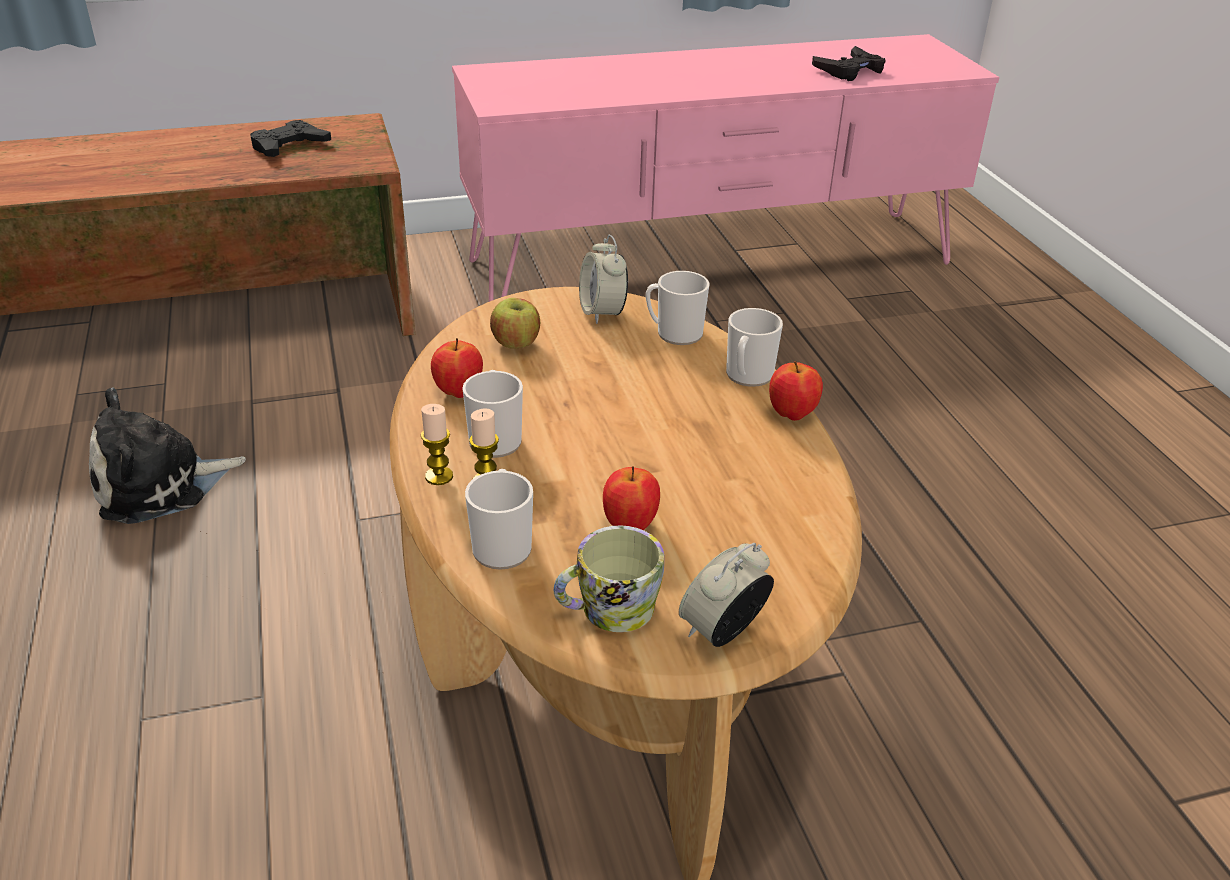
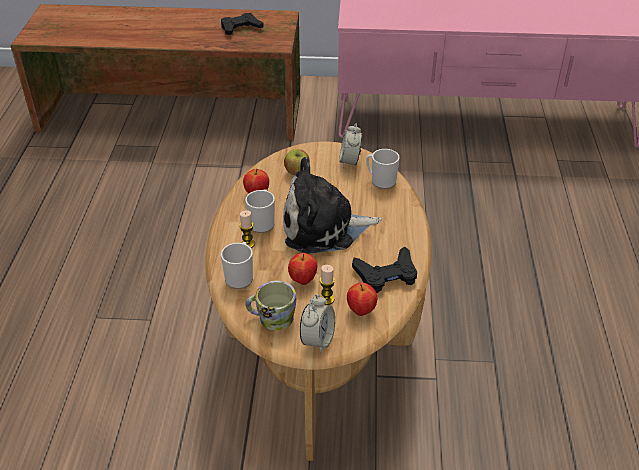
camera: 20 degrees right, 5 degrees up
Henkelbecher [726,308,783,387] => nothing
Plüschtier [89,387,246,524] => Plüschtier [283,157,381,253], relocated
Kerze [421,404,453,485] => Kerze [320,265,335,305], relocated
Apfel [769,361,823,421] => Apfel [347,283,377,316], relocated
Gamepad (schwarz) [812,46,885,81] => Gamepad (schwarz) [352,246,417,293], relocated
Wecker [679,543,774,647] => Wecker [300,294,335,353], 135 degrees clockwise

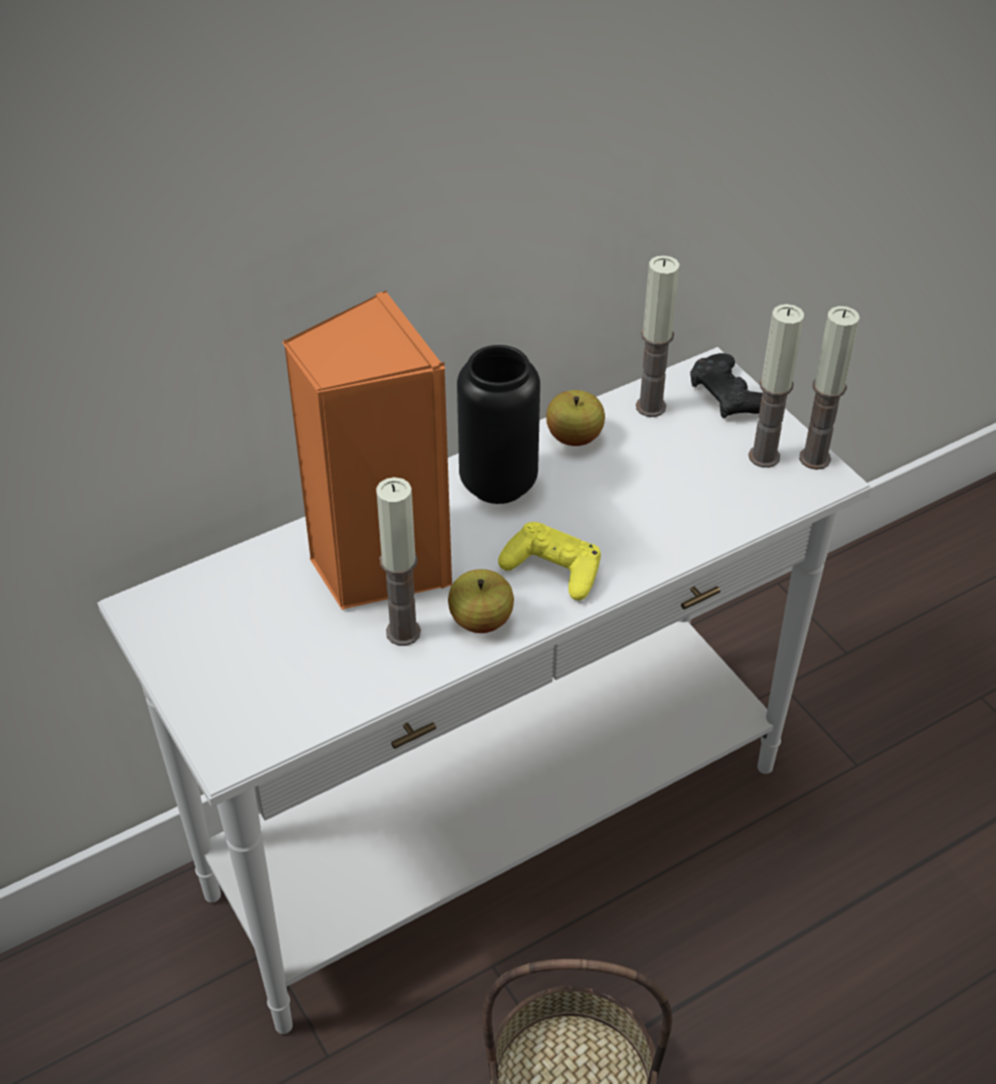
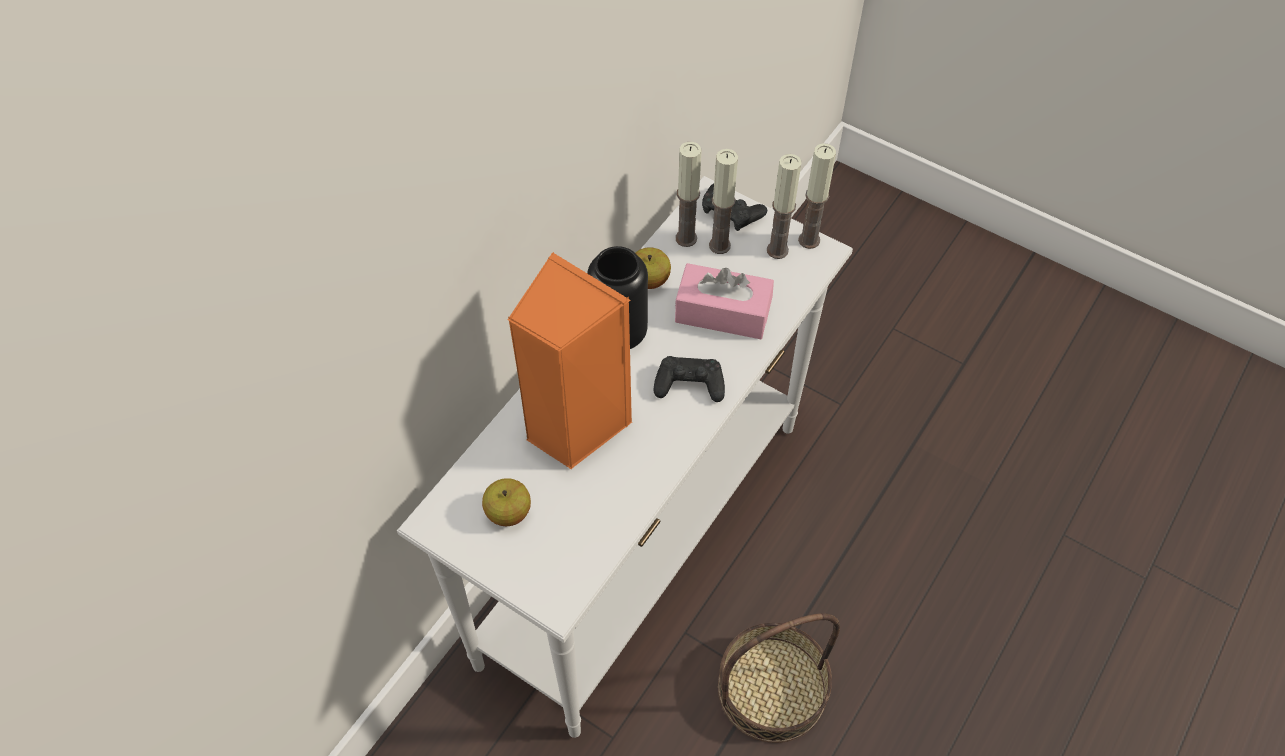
camera: 25 degrees left, 10 degrees up
nothing => Taschentuchbox (rosa) [675,263,774,339]
Kerze [376,477,421,646] => Kerze [709,149,738,254], relocated
Apfel [448,569,514,633] => Apfel [482,478,531,526], relocated
Gamepad (gelb) [498,522,601,600] => Gamepad (schwarz) [654,356,725,402]

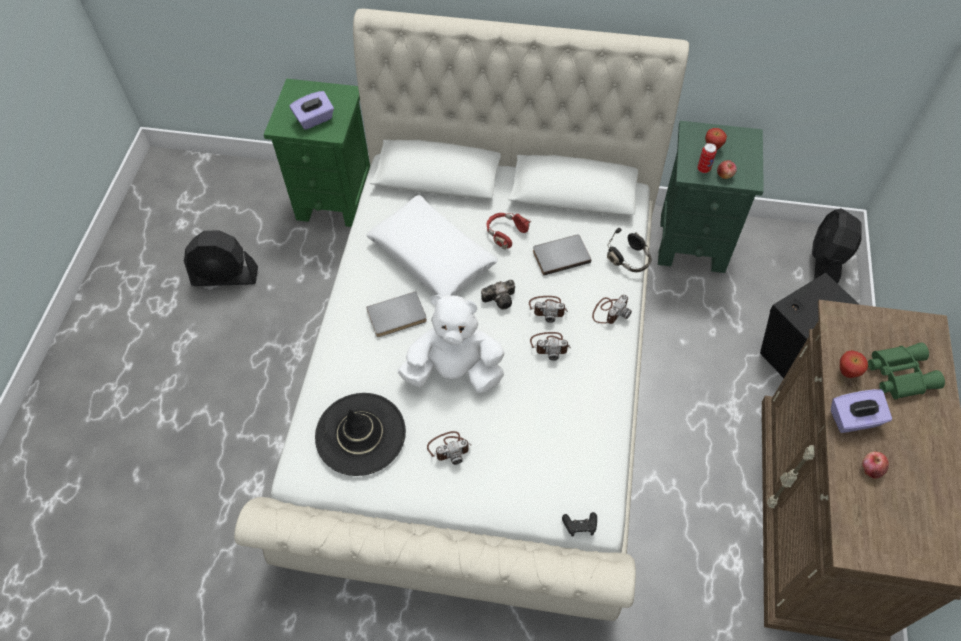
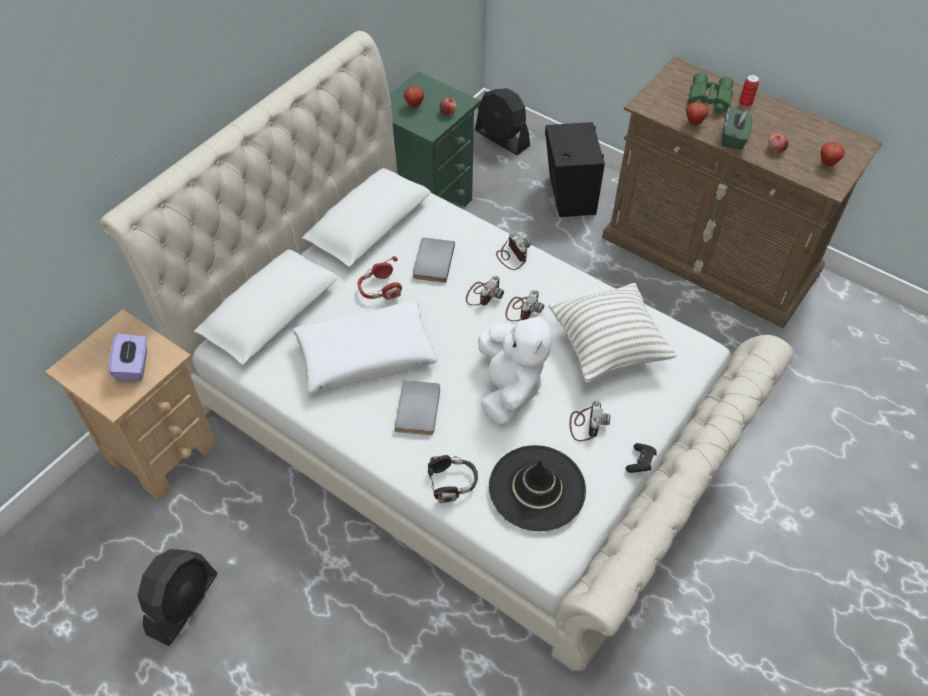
camera: 65 degrees left, 5 degrees down
Kamera [481,280,515,309] => nothing
nothing => Kissen [548,283,677,383]
nothing => Apfel [821,142,845,166]
Gamepad (schwarz) [562,512,597,537] => Gamepad (schwarz) [626,443,657,473], relocated
Kopfhörer (schwarz) [607,228,652,272] => Kopfhörer (schwarz) [428,455,478,503], relocated
Dose [697,143,717,173] => Dose [739,74,759,107], relocated
Nachttisch (grün) [264,79,370,227] => Nachttisch (beige) [45,309,217,501]
Taschentuchbox (lila) [831,389,892,433] => Taschentuchbox (grün) [722,106,753,150]
Plüschtier (weiß) [398,294,505,393] => Plüschtier (weiß) [478,309,551,424], 150 degrees clockwise

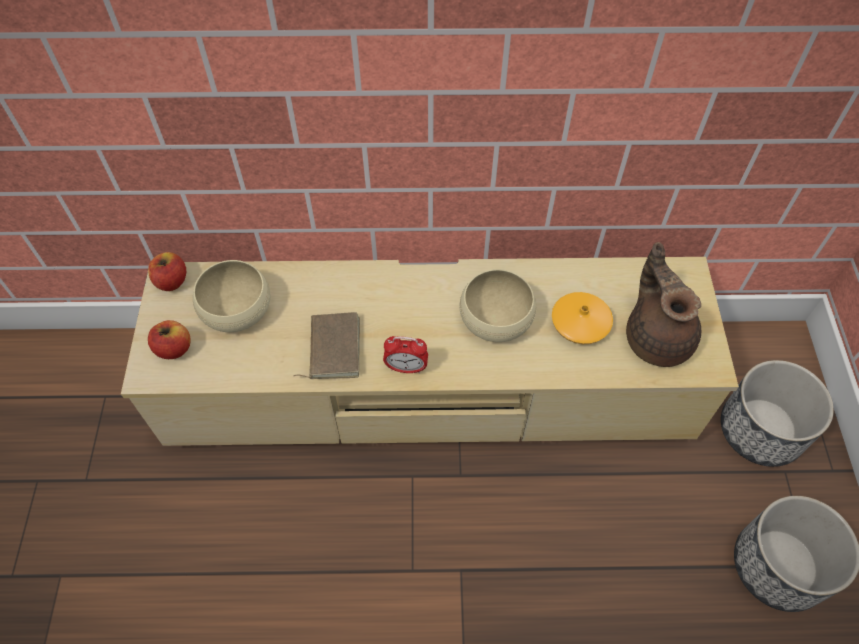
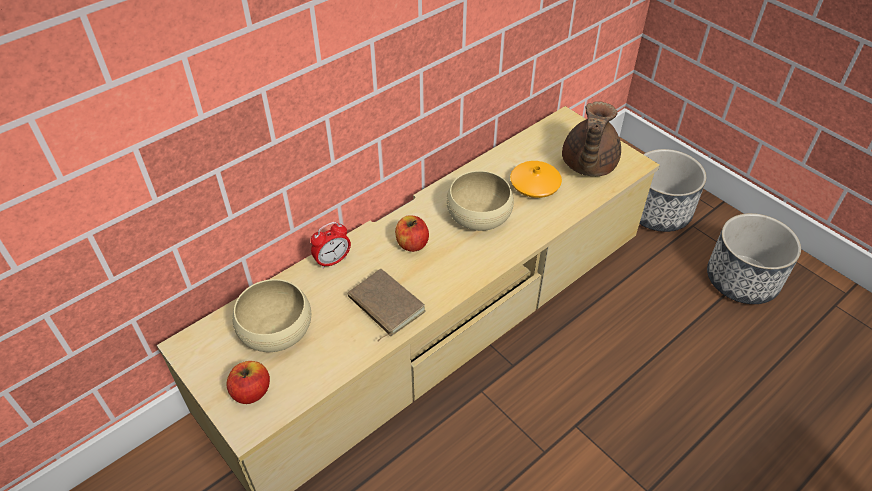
camera: 40 degrees left, 10 degrees down
Apfel [148,252,186,291] => Apfel [395,215,429,252], relocated
Wecker [383,336,428,373] => Wecker [311,222,351,269], relocated
Teekanne (braun) [626,242,701,367] => Teekanne (braun) [562,101,621,176], 105 degrees counterclockwise

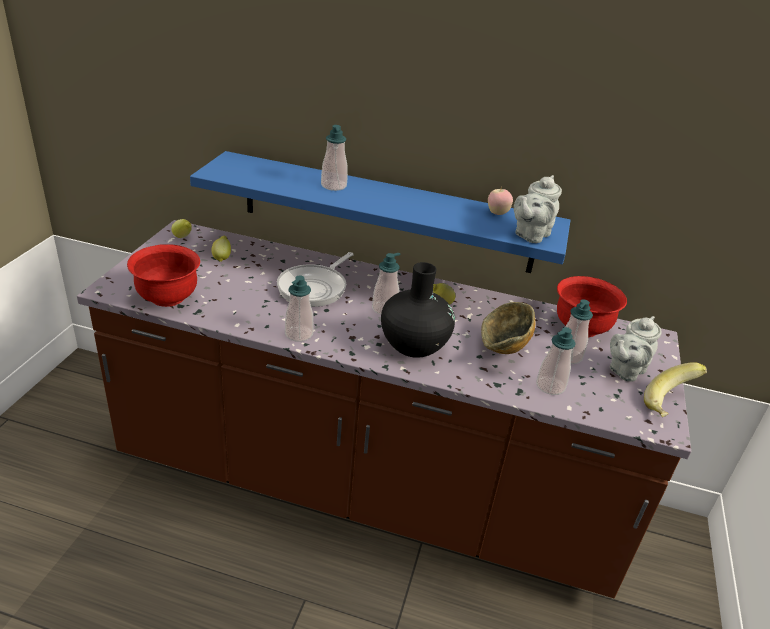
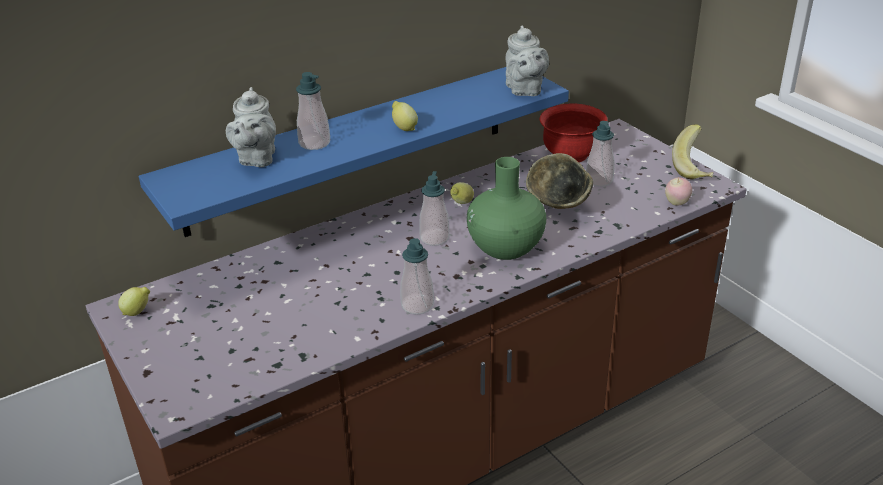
camera: 45 degrees left, 0 degrees up
Schüssel (rot) [127,244,200,307] => nothing
Pfanne [277,252,354,307] => nothing
Seifenspender [536,327,575,395] => nothing
Zitrone [212,236,231,262] => Zitrone [392,101,418,131], relocated
Apfel [488,189,513,215] => Apfel [665,178,692,205], relocated
Teekanne (grau) [610,316,662,382] => Teekanne (grau) [226,87,276,167], relocated
Vase (schwarz) [381,262,455,358] => Vase (grün) [467,157,546,260]

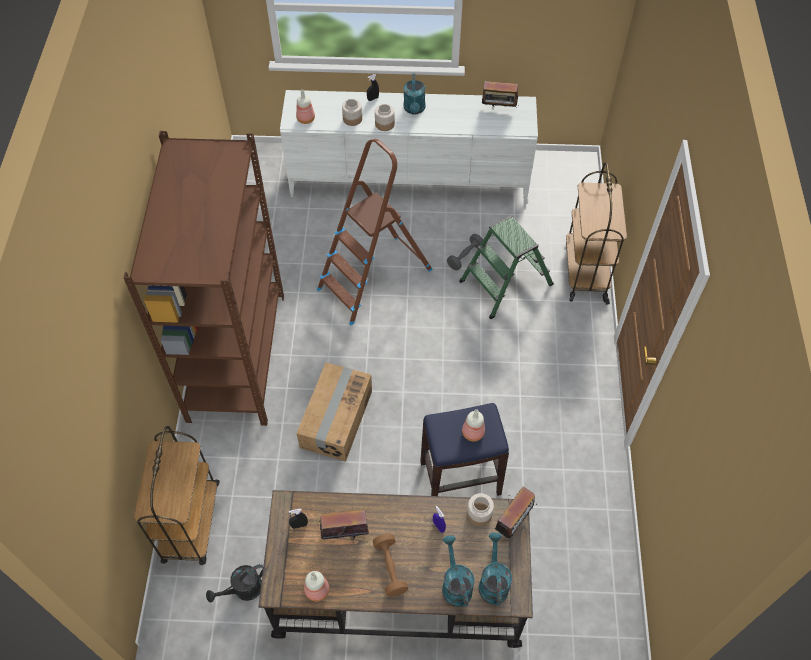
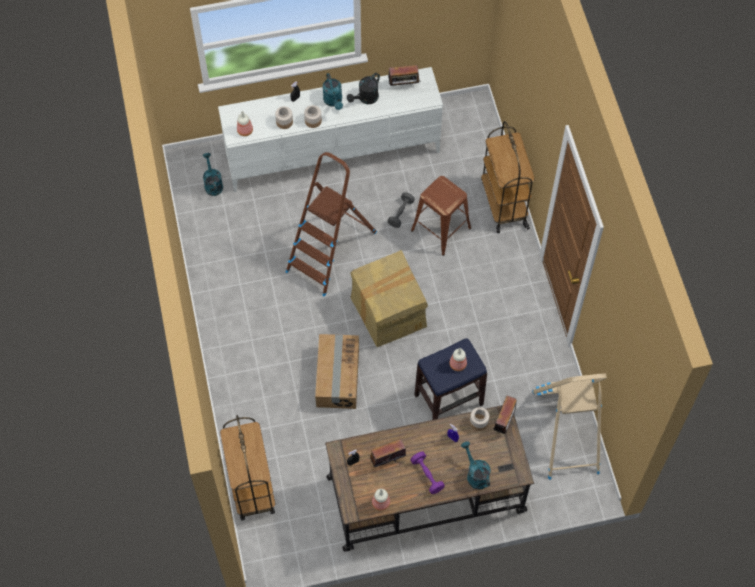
camera: 15 degrees left, 5 degrees up
Bücherregal (braun) [124,131,284,426] => nothing
nothing => Karton [350,250,428,347]
nothing => Trittleiter (beige) [532,374,607,480]
Gießkanne (schwarz) [206,564,263,602] => Gießkanne (schwarz) [347,73,380,104], relocated
Gießkanne (türkis) [479,533,512,605] => Gießkanne (türkis) [203,153,223,196], relocated
Trittleiter (grün) [459,215,554,319] => Hocker (braun) [411,176,471,256]
Hantel (braun) [373,534,408,596] => Hantel (lila) [411,451,445,494]

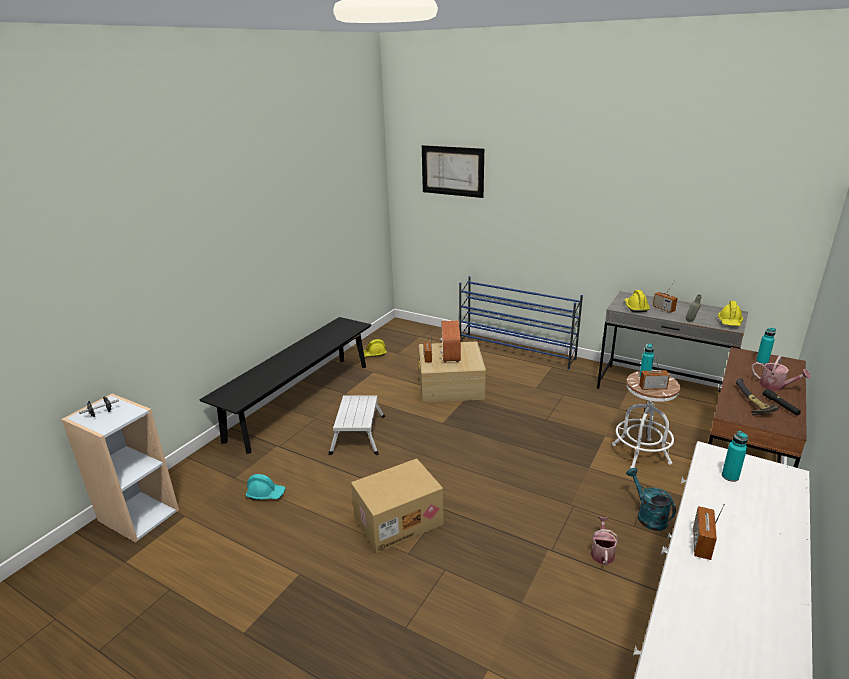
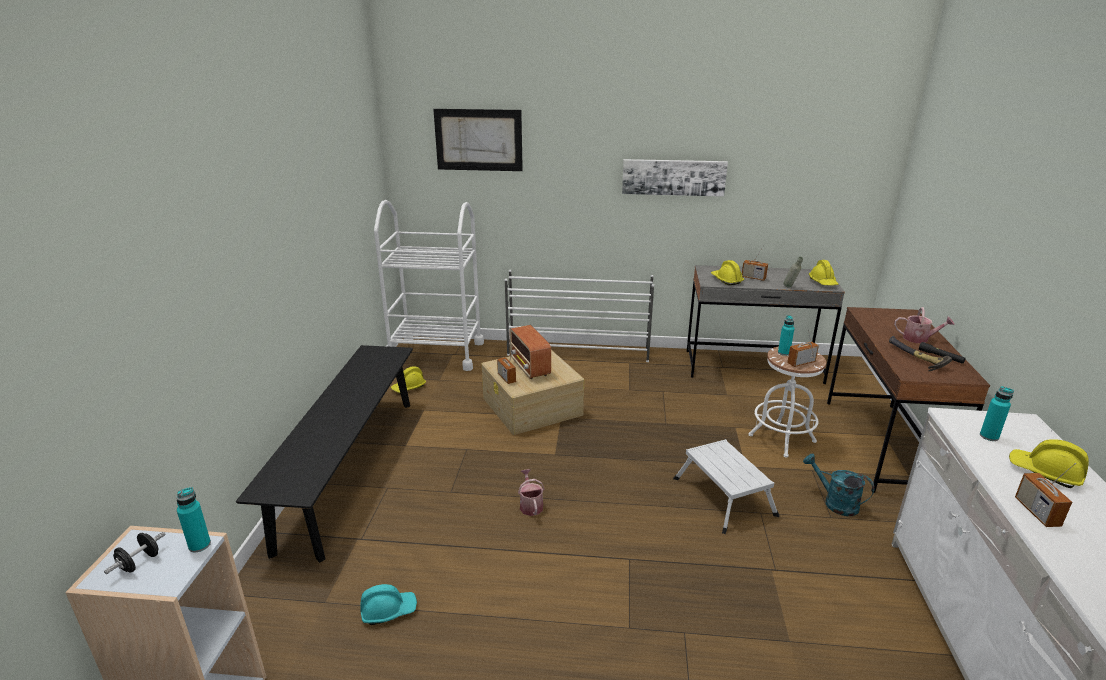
camera: 25 degrees left, 0 degrees up
Karton [351,458,444,553] => nothing
nothing => Rollwagen (weiß) [374,200,484,371]
nothing => Bild [622,159,728,197]
nothing => Schutzhelm (gelb) [1009,439,1089,488]
Trittleiter (weiß) [328,395,386,455] => Trittleiter (weiß) [673,439,780,534], relocated
Gießkanne [591,517,618,565] => Gießkanne [518,469,544,516], relocated
Flasche (türkis) [756,328,776,364] => Flasche (türkis) [176,487,211,552], relocated
Schuhregal (blau) [459,276,583,369] => Schuhregal (weiß) [505,270,654,362]

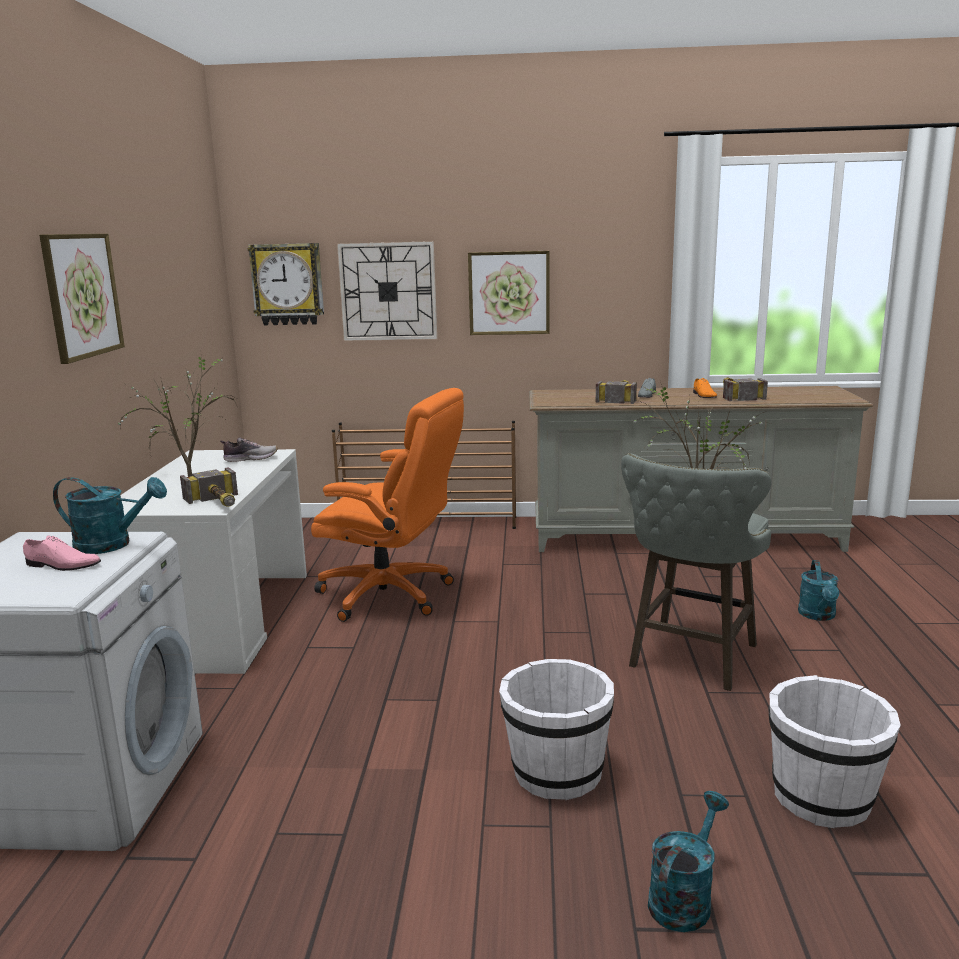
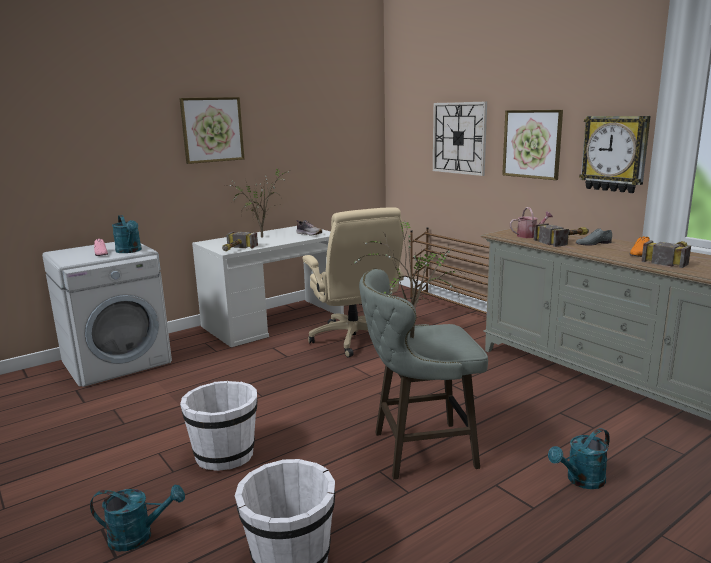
camera: 50 degrees right, 0 degrees up
nothing => Gießkanne [510,207,553,238]
Wanduhr [248,243,324,325] => Wanduhr [579,116,651,193], relocated
Bürostuhl (orange) [311,388,464,622] => Bürostuhl (beige) [302,208,404,358]

